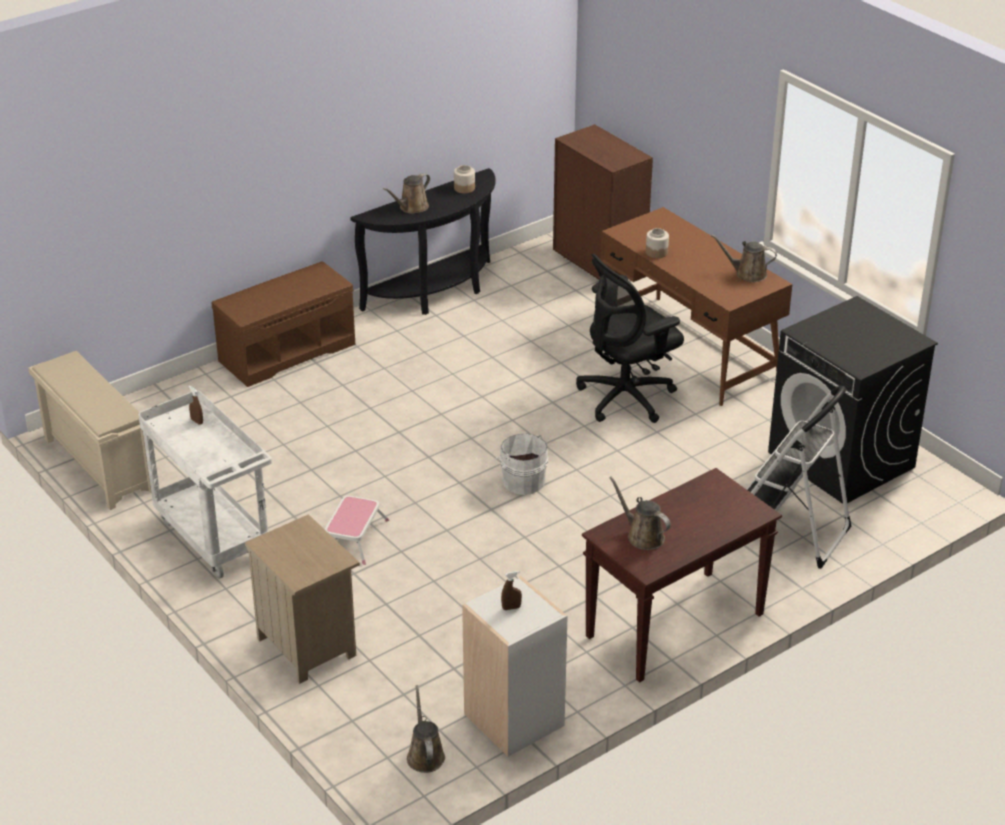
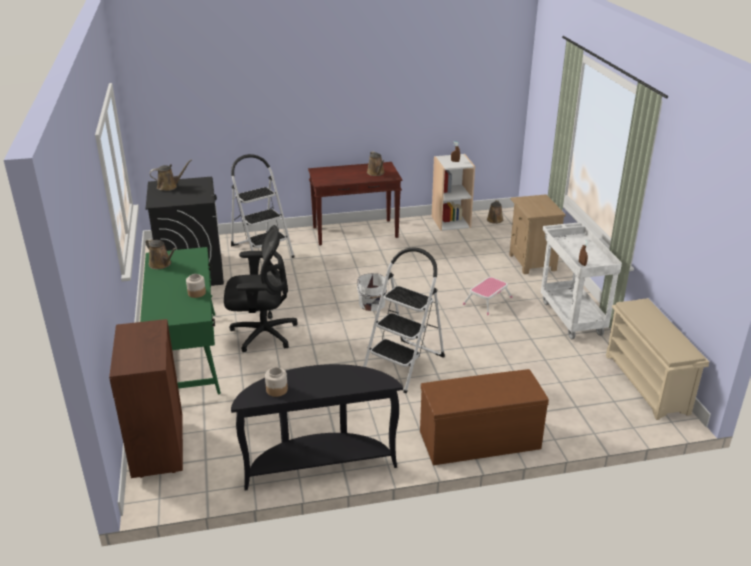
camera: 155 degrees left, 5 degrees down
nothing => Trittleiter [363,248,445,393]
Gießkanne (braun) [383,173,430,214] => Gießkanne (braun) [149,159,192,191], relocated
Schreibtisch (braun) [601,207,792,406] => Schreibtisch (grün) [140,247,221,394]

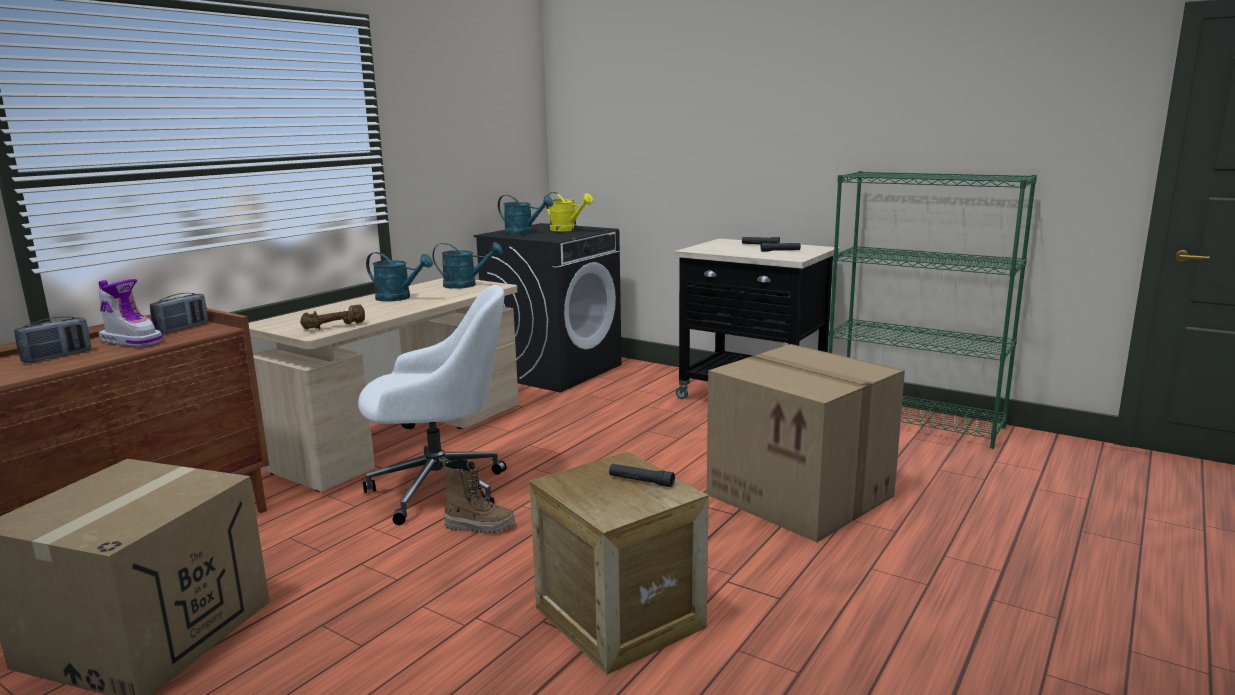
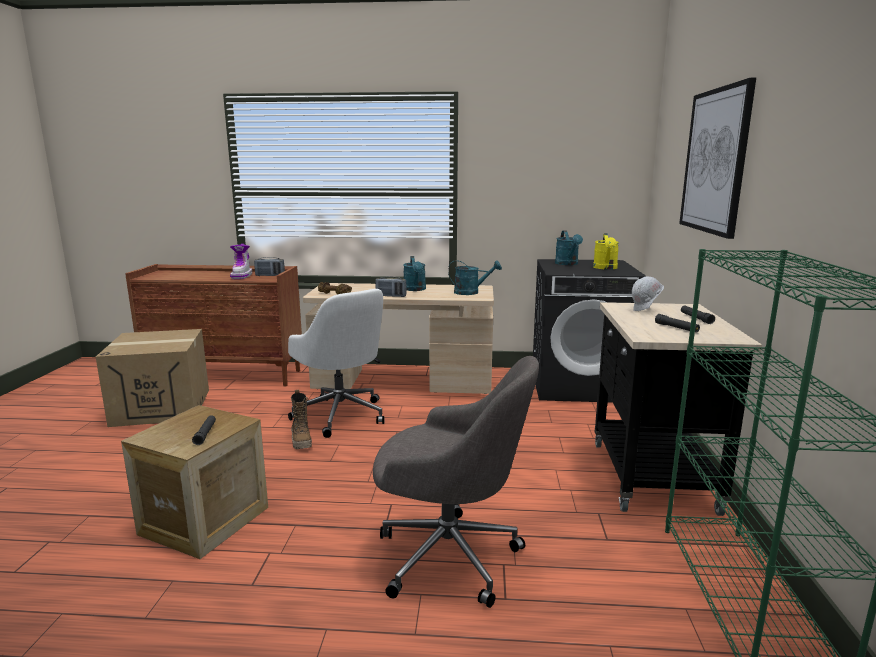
camera: 60 degrees right, 0 degrees up
nothing => Schutzhelm (weiß) [632,277,664,311]
nothing => Bild [679,78,756,239]
Radio [14,316,91,363] => Radio [375,276,406,297], relocated
Karton [707,344,905,542] => Bürostuhl (grau) [373,356,539,608]
Gießkanne (türkis) [432,242,503,289] => Gießkanne (türkis) [448,260,502,295], 60 degrees counterclockwise

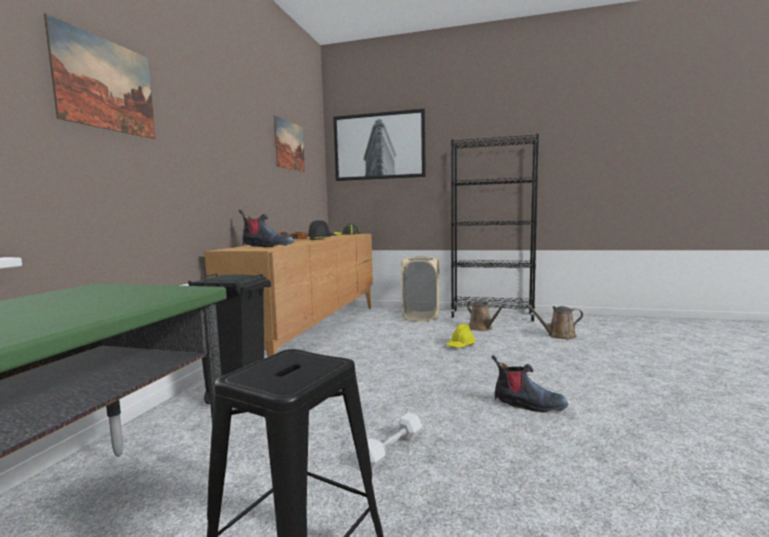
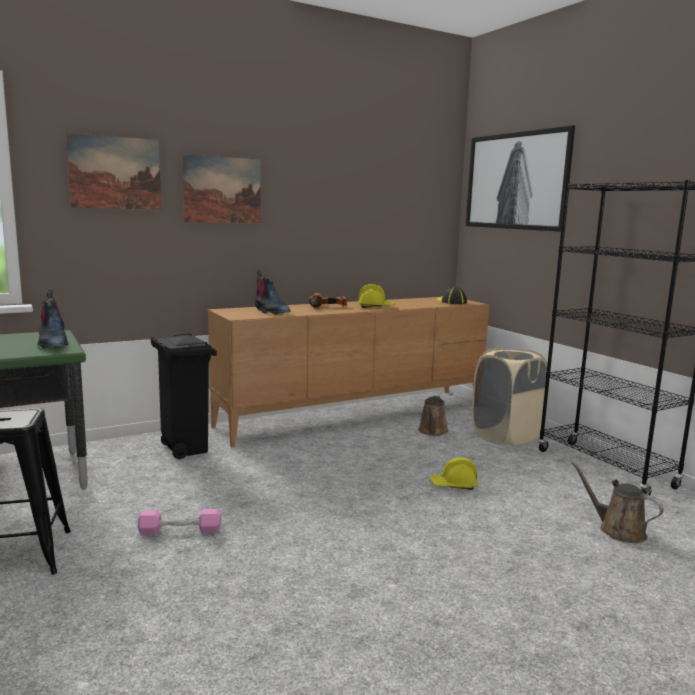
camera: 45 degrees right, 5 degrees up
Bild [274,115,305,172] => Bild [182,154,261,223], relocated
Gießkanne (braun) [467,301,506,331] => Gießkanne (braun) [418,395,449,436], relocated
Stiefel [491,355,568,413] => Stiefel [38,290,68,349], relocated
Schutzhelm (schwarz) [307,220,337,240] => Schutzhelm (gelb) [358,284,395,308]
Hantel (weiß) [367,412,422,470] => Hantel (rosa) [138,509,221,535]

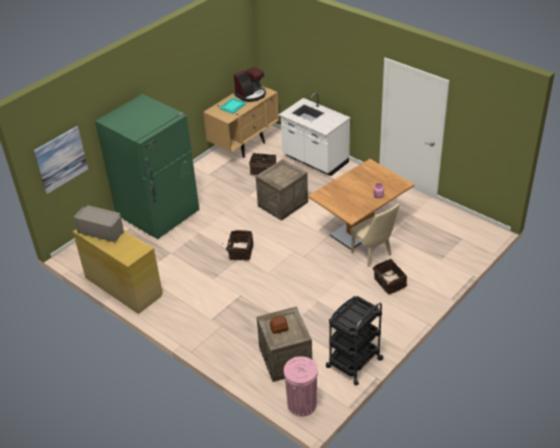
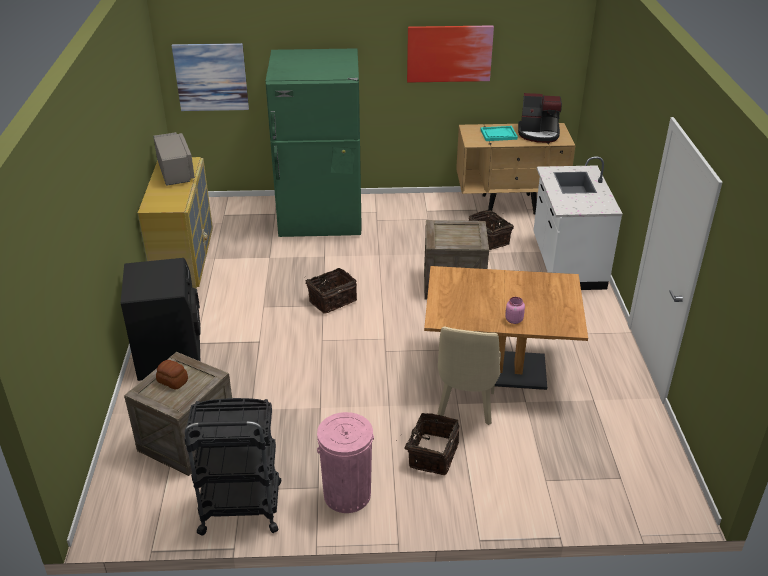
camera: 45 degrees right, 5 degrees down
nothing => Waschmaschine (schwarz) [121,258,201,381]
nothing => Bild [407,25,494,83]
Mülleimer (rosa) [284,356,318,416] => Mülleimer (rosa) [317,412,374,513], relocated

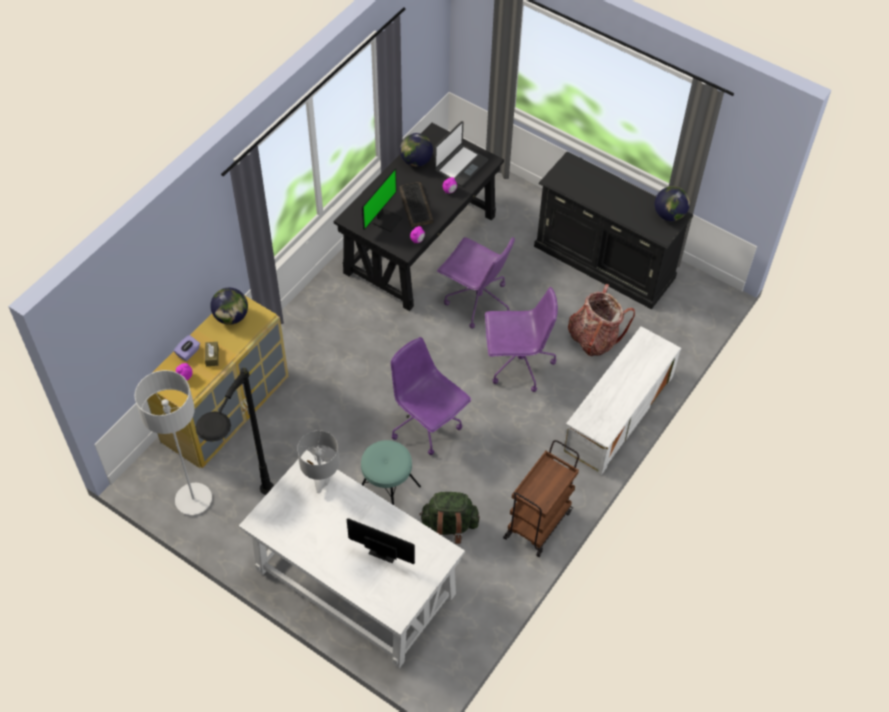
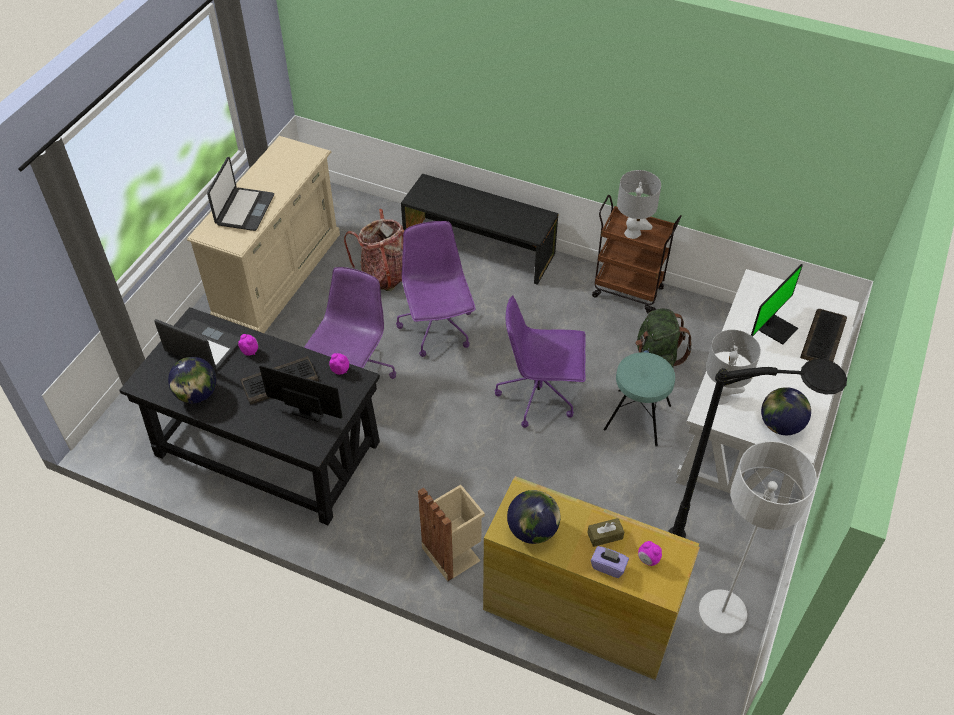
camera: 100 degrees left, 5 degrees down
nothing => Laptop [207,157,274,231]
nothing => Mülleimer (beige) [418,485,485,581]
nothing => Tischlampe (grau) [617,170,661,239]
nothing => Tastatur [800,309,847,362]
Globus [655,186,690,221] => Globus [761,387,811,435], relocated
Schrank (schwarz) [534,152,693,309] => Schrank (beige) [187,136,340,333]
Bank (weiß) [561,326,681,475] => Bank (schwarz) [401,174,559,285]
Monitor [347,518,415,564] => Monitor [751,264,803,344], 150 degrees counterclockwise
Bürostuhl (lila) [391,337,472,455] => Bürostuhl (lila) [495,296,586,428], 60 degrees clockwise

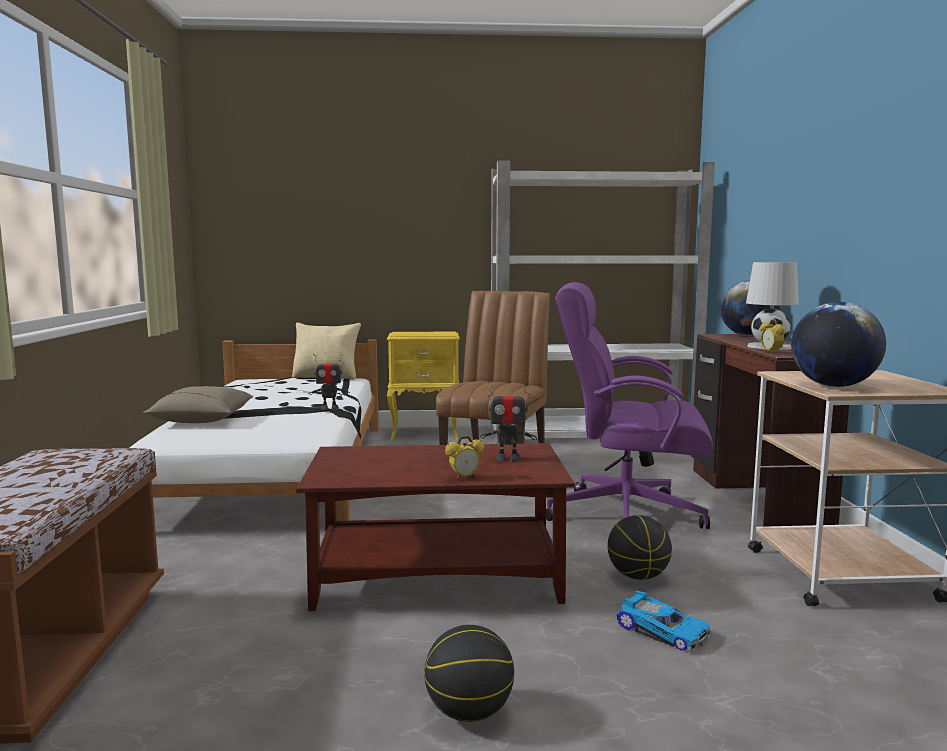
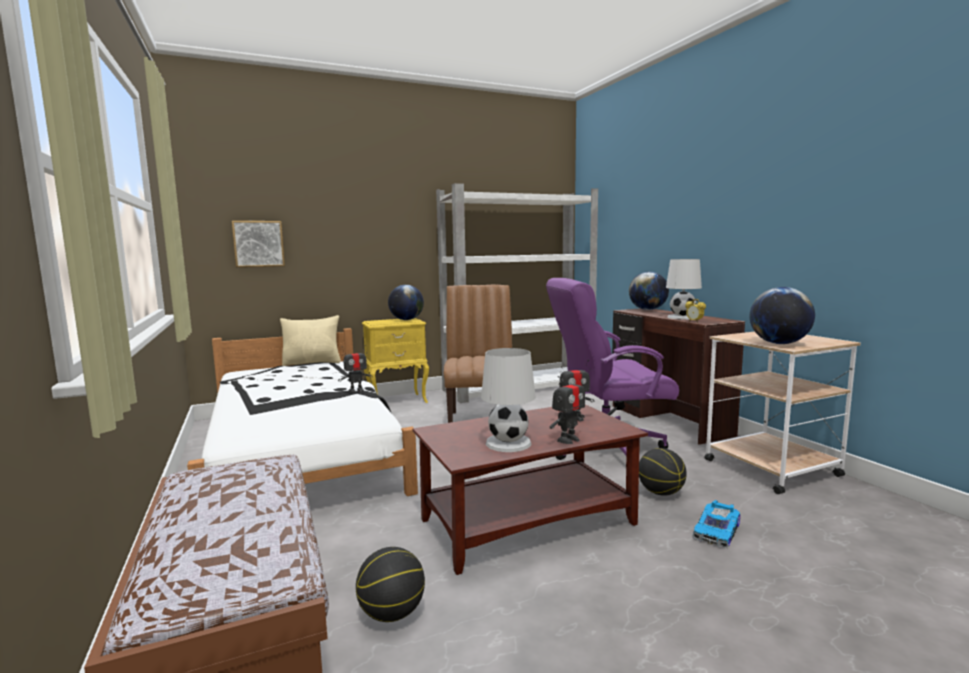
camera: 20 degrees left, 0 degrees up
Kissen (beige) [143,386,254,423] => nothing
nothing => Bild [232,221,285,267]
nothing => Globus [388,285,424,320]
nothing => Tischlampe (weiß) [481,348,536,452]
Basketball [425,625,514,722] => Basketball [356,547,425,622], relocated
Wecker [445,436,484,479] => Spielzeugroboter [550,372,585,444]
Spielzeugauto [617,591,711,653] => Spielzeugauto [692,500,740,549], 105 degrees clockwise

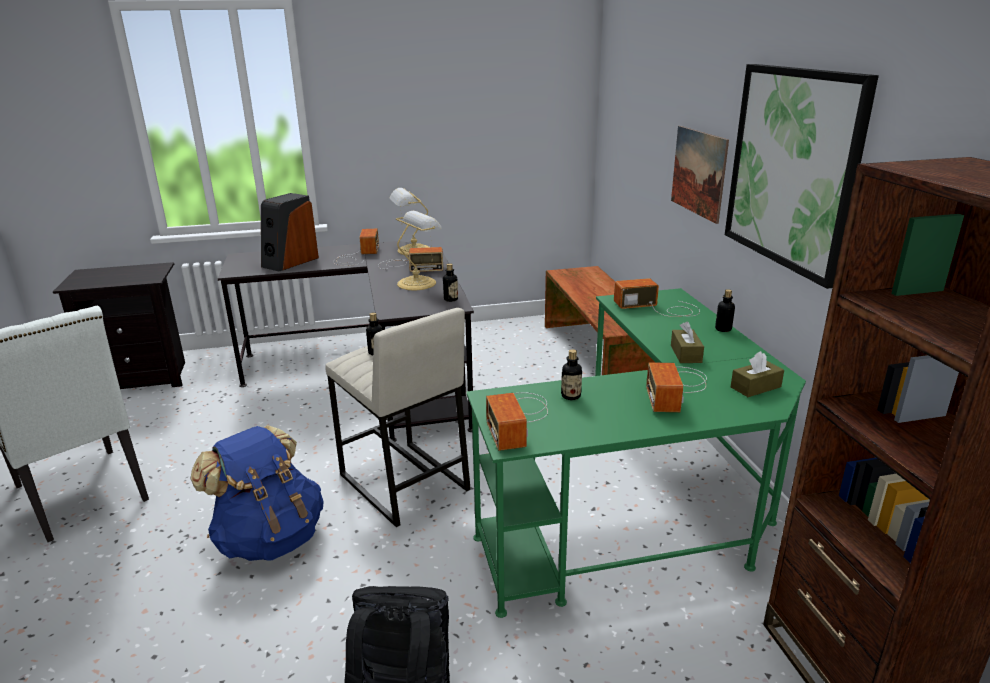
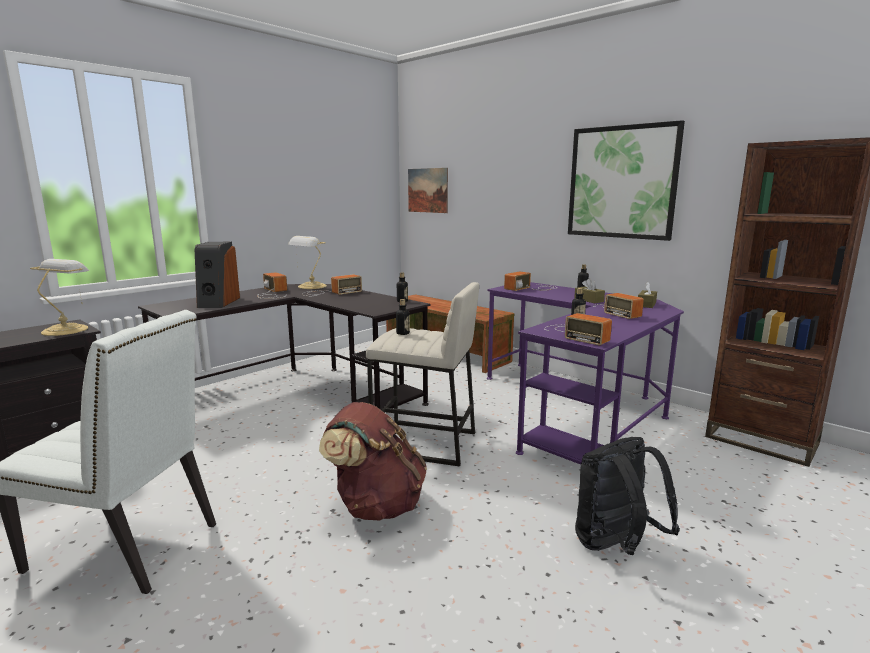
camera: 35 degrees left, 10 degrees down
Tischlampe [396,211,442,290] => Tischlampe [30,259,90,336], relocated
Bild [671,126,729,224] => Bild [408,168,448,213], relocated
Rucksack (blau) [190,425,323,561] => Rucksack (braun) [319,402,427,520]
Schreibtisch (grün) [466,288,806,618] => Schreibtisch (lila) [487,282,684,465]

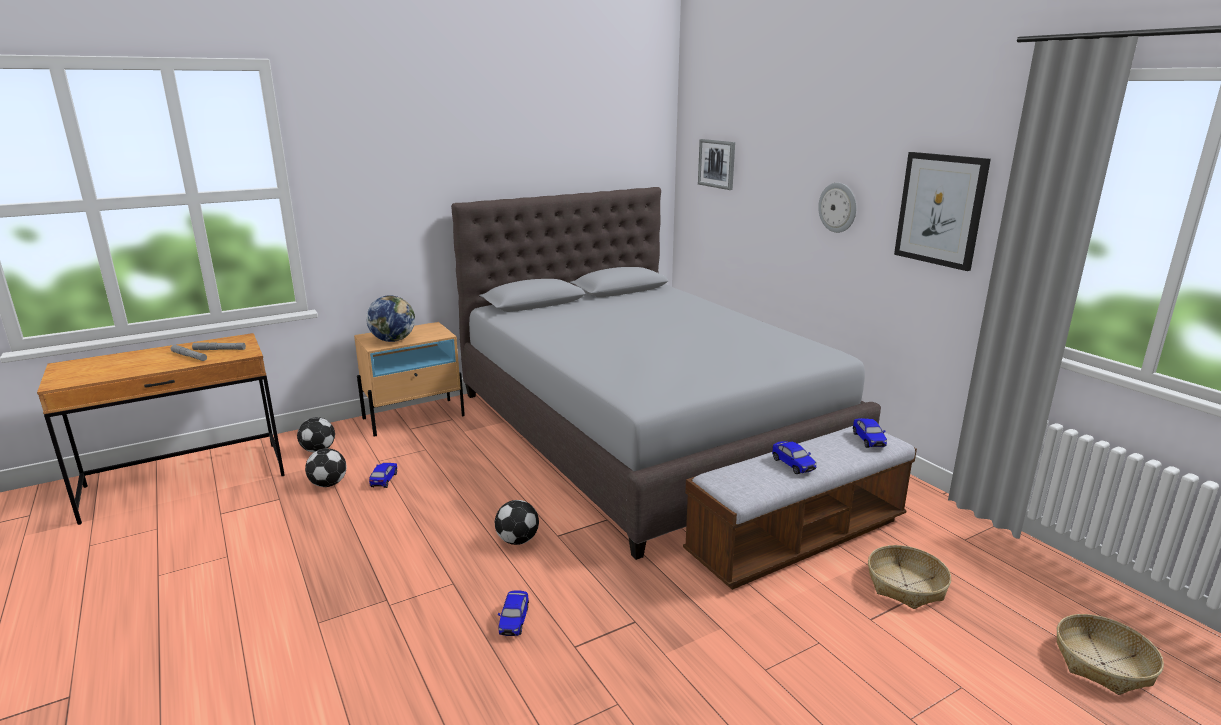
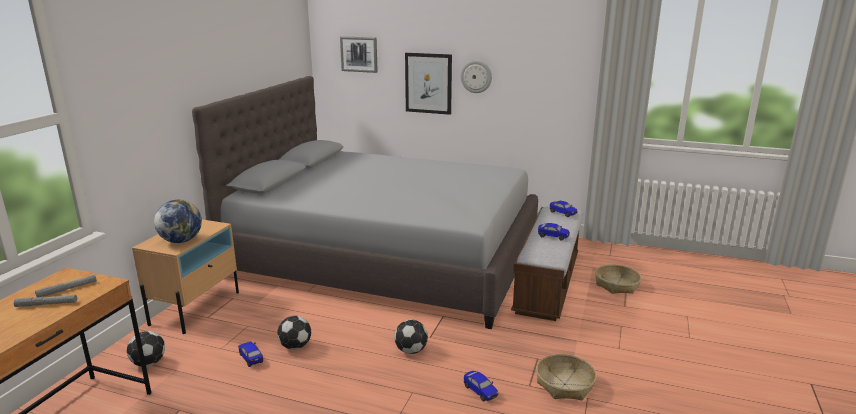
camera: 40 degrees left, 0 degrees up
Fußball [305,448,346,487] => Fußball [277,316,311,349], relocated
Bild [894,152,991,271] => Bild [405,53,452,115], relocated
Korb [1057,614,1164,695] => Korb [536,354,597,401], relocated

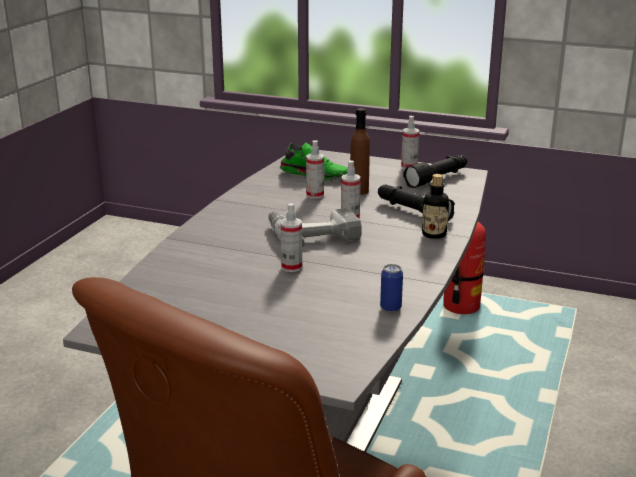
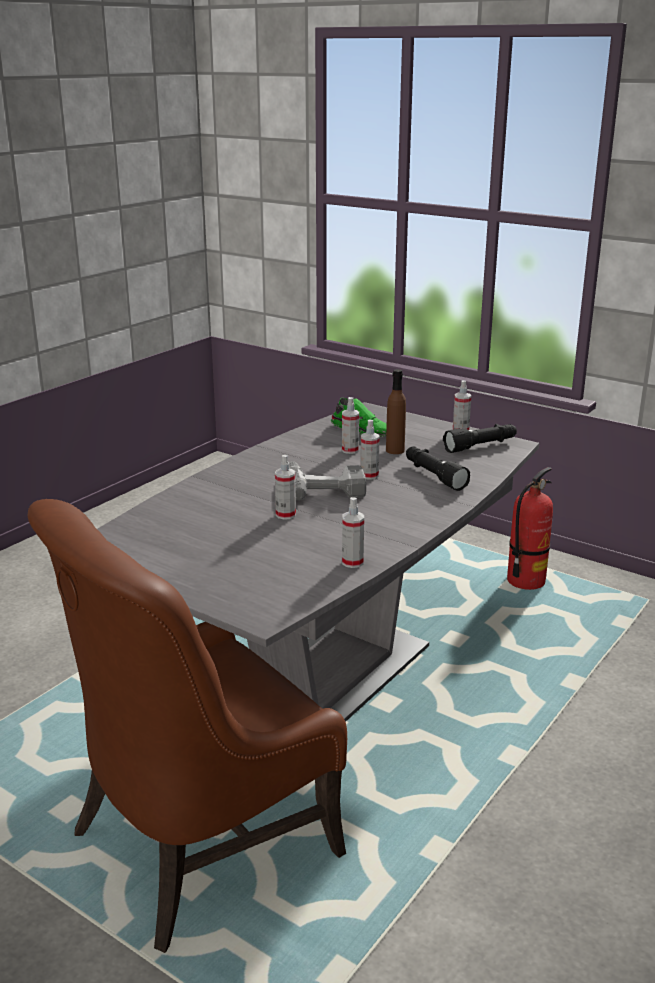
camera: 15 degrees right, 0 degrees up
Flasche [422,174,449,239] => nothing
Dose [380,264,403,312] => Sprühflasche [342,497,364,568]

